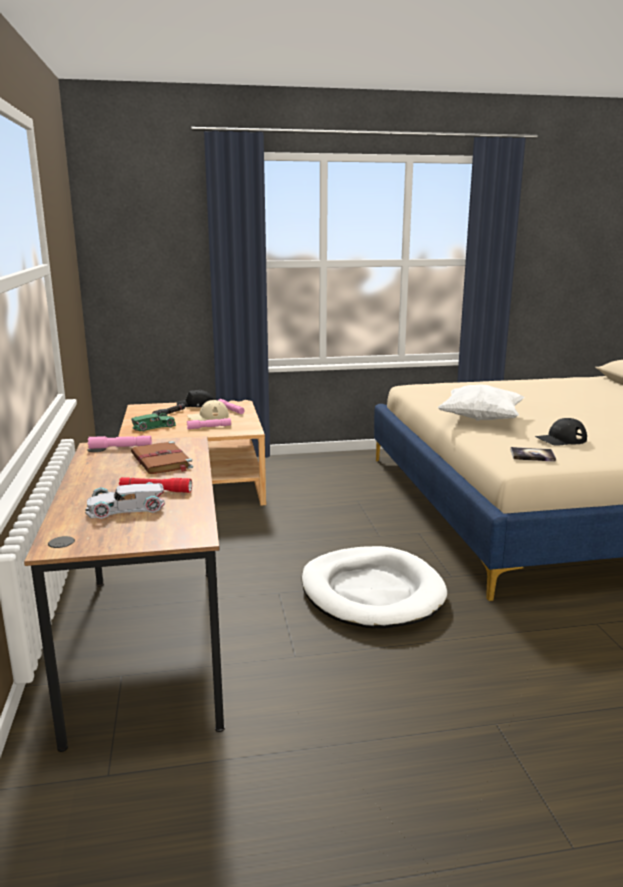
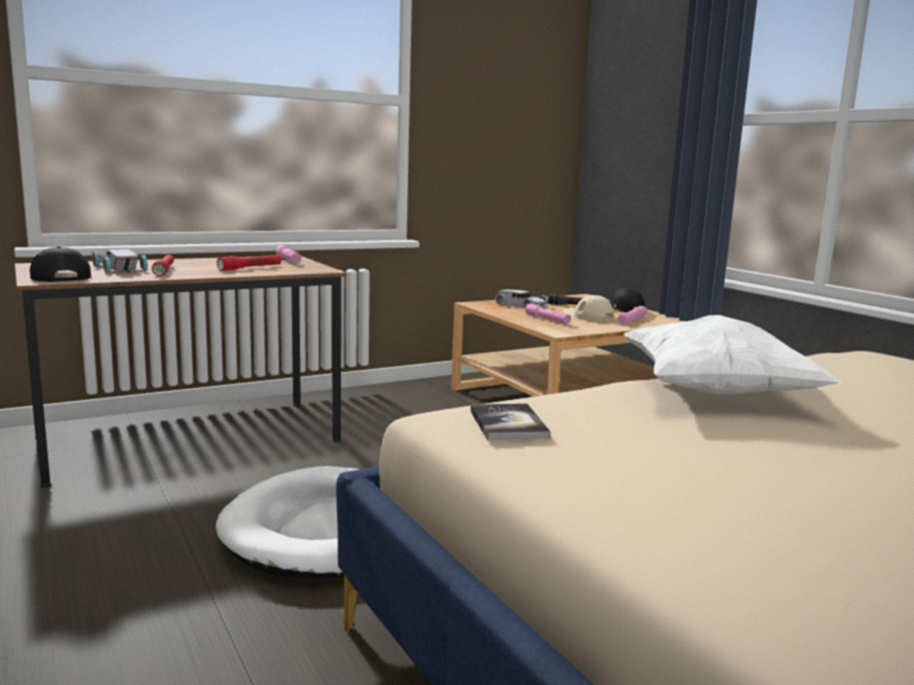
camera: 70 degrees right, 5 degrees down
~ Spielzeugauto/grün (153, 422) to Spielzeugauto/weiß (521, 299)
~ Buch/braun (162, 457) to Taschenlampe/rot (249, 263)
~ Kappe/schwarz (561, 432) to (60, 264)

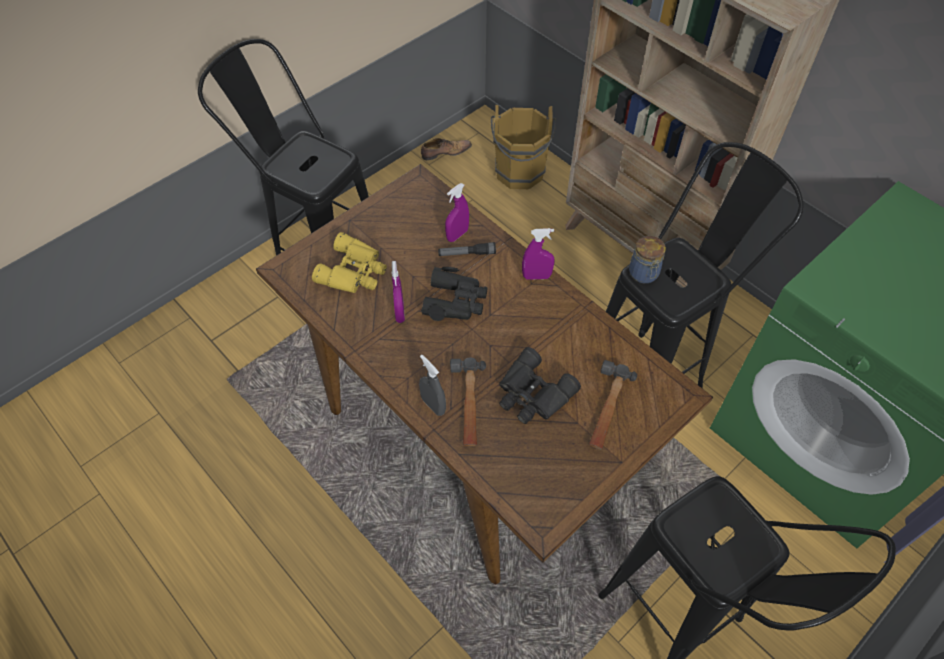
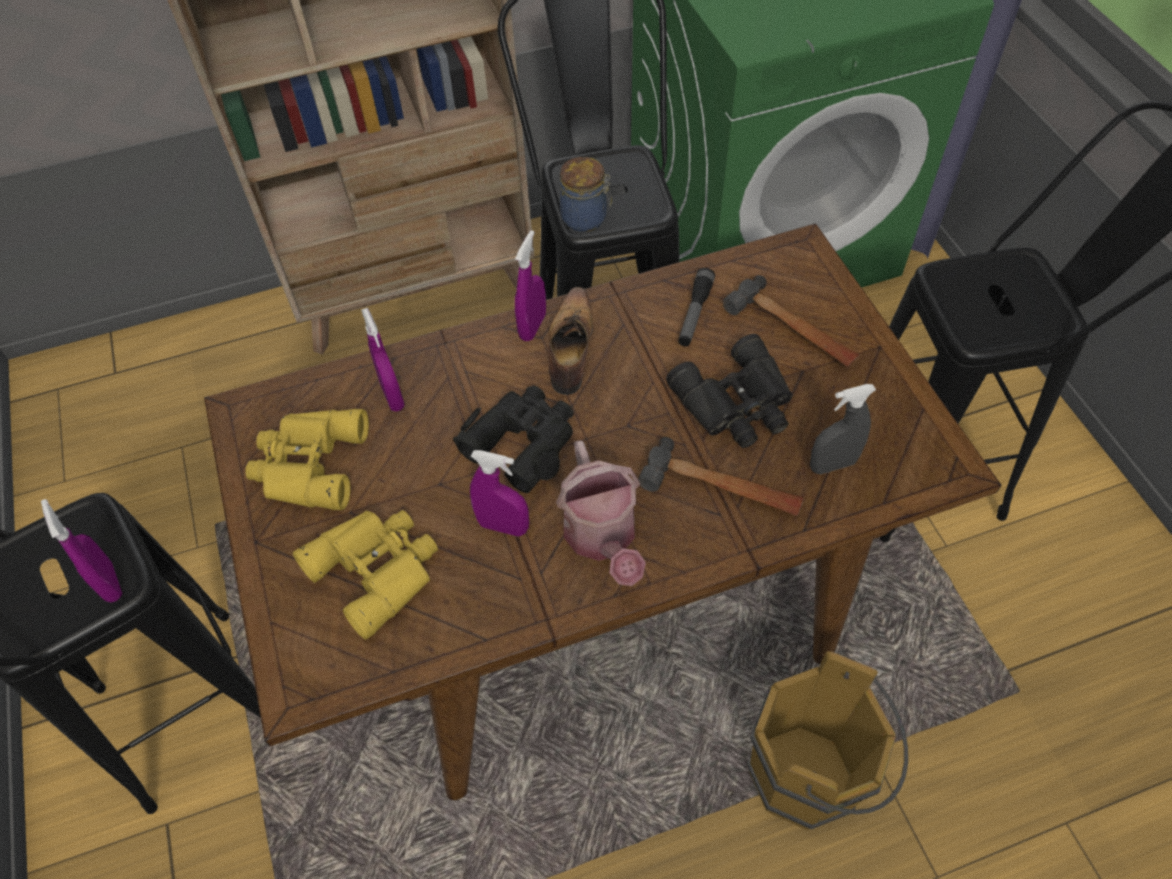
camera: 65 degrees left, 0 degrees up
~ Sprühflasche/grau (432, 385) to (843, 429)
~ Schuh (446, 149) to (570, 341)
~ Taschenlampe (467, 249) to (696, 307)
~ Eimer/braun (523, 147) to (827, 740)
+ Sprühflasche/lila (81, 551)
+ Fernglas/gelb (307, 459)
+ Gießkanne (601, 513)

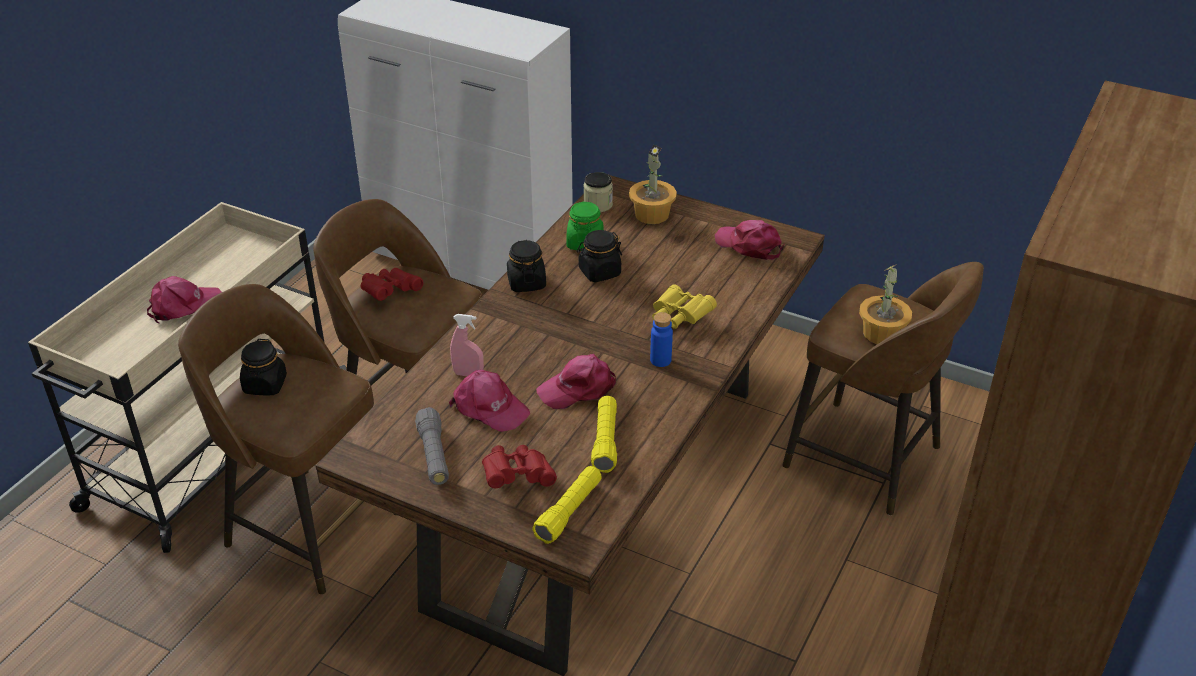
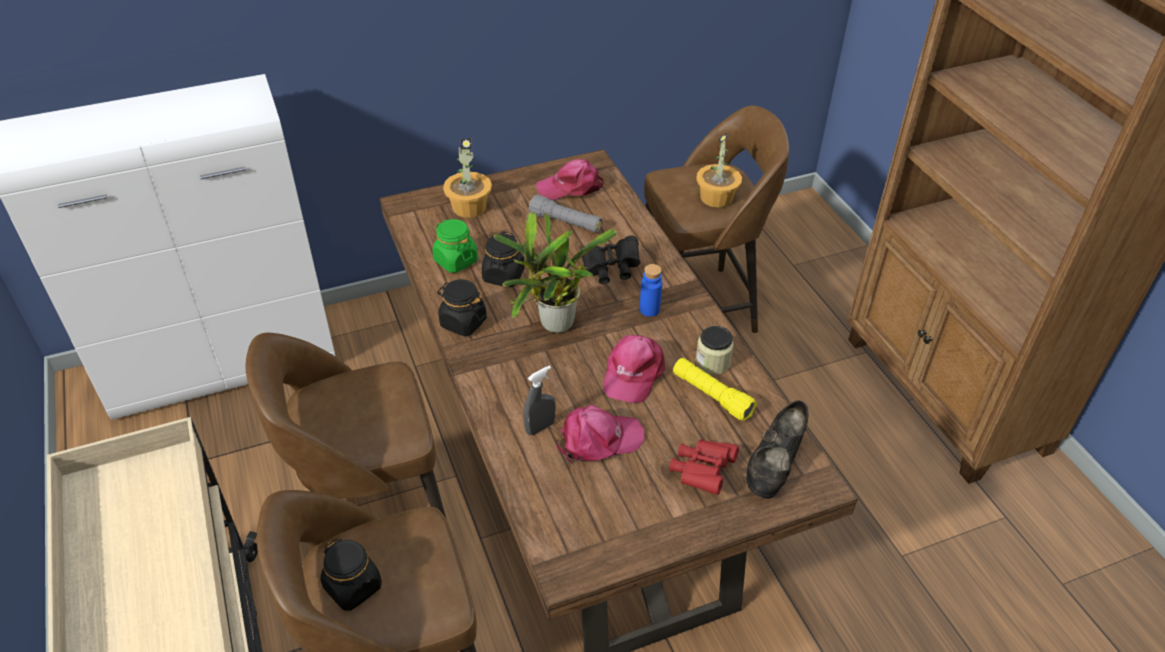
camera: 50 degrees left, 5 degrees up
- Kappe/rosa (184, 300)
- Fernglas/rot (392, 284)
~ Taschenlampe/grau (432, 446) to (565, 214)
~ Sprühflasche/rosa (467, 345) to Sprühflasche/grau (539, 400)
~ Taschenlampe/gelb (567, 505) to Schuh/schwarz (777, 450)
~ Vorratsglas (598, 192) to (714, 350)
~ Fernglas/gelb (684, 306) to Fernglas/schwarz (610, 259)
+ Topfpflanze (555, 272)

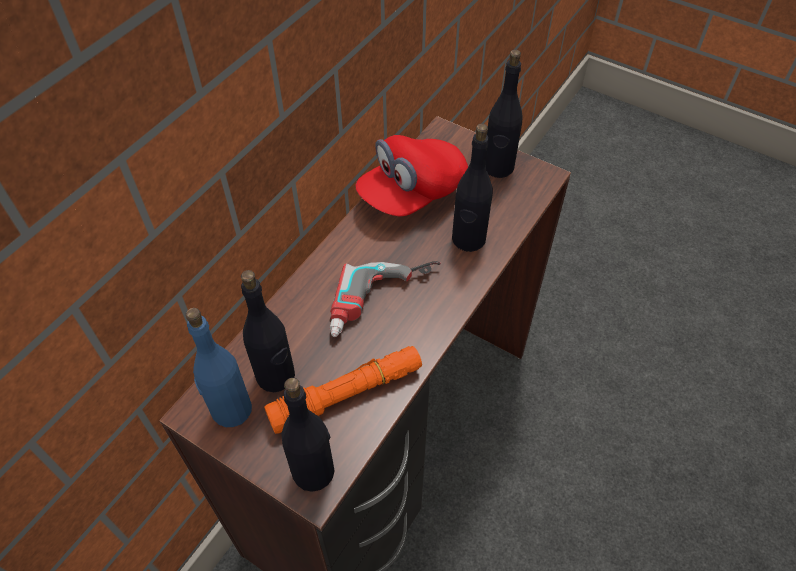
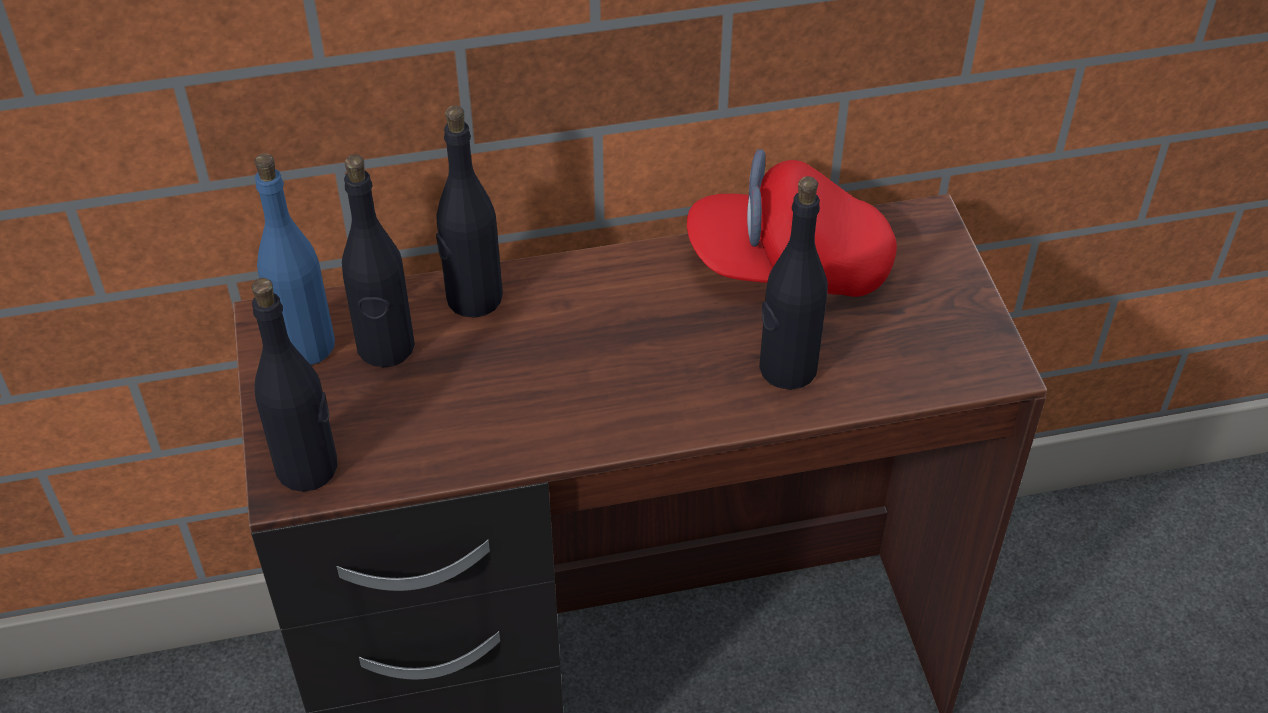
camera: 45 degrees right, 5 degrees down
- Taschenlampe/orange (343, 390)
- Bohrmaschine (385, 299)
~ Flasche/schwarz (503, 113) to (469, 211)

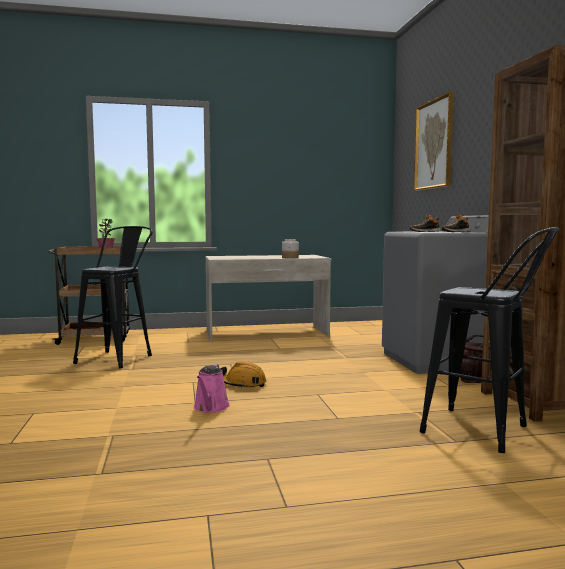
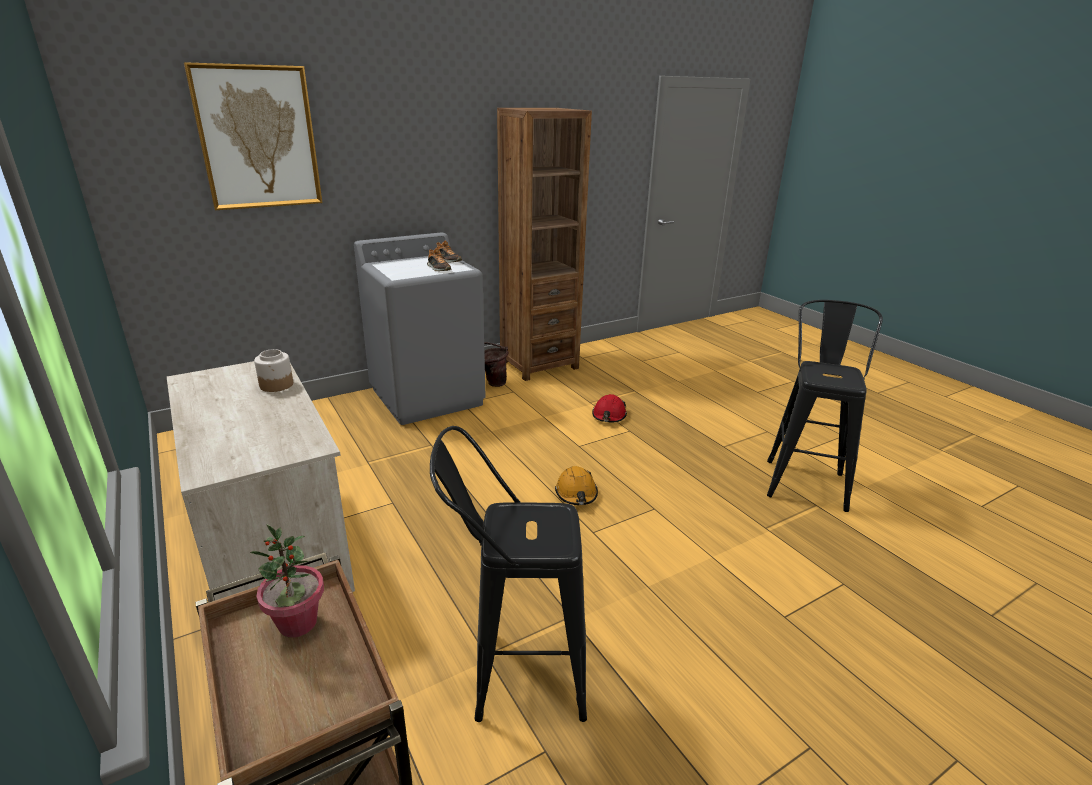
camera: 110 degrees left, 20 degrees up
- Gießkanne/rosa (212, 388)
~ Hocker/schwarz (489, 340) to (825, 406)
+ Schutzhelm/rot (609, 408)

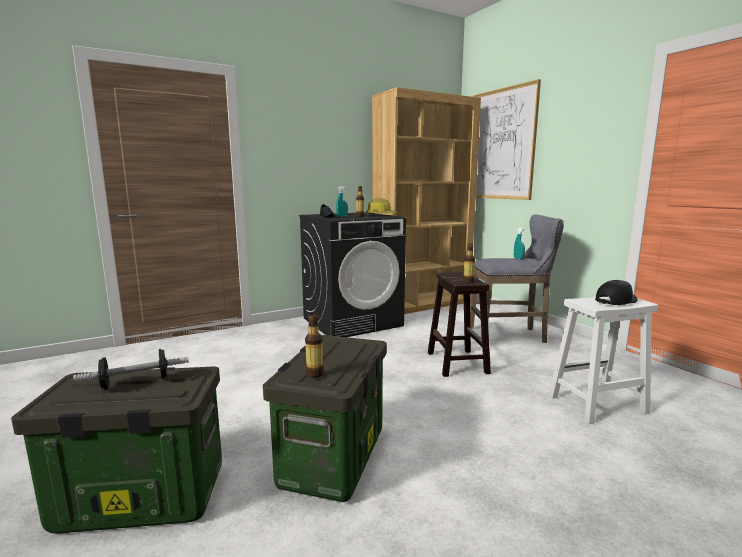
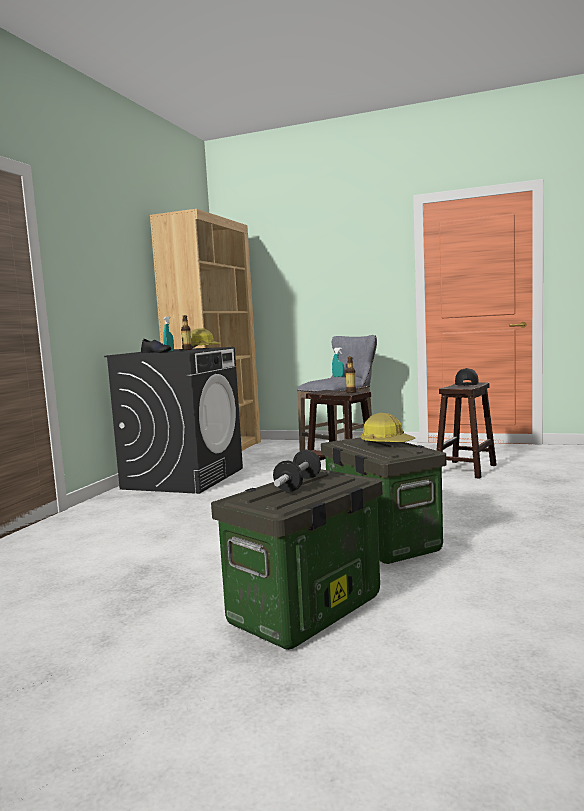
camera: 40 degrees left, 5 degrees down
- Flasche (314, 346)
- Bild (507, 139)
~ Hocker/weiß (603, 360) to Hocker/braun (466, 430)
+ Schutzhelm (387, 427)

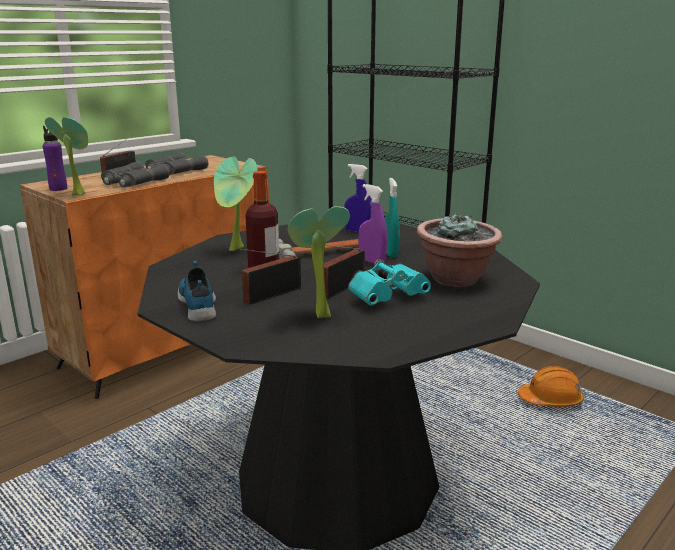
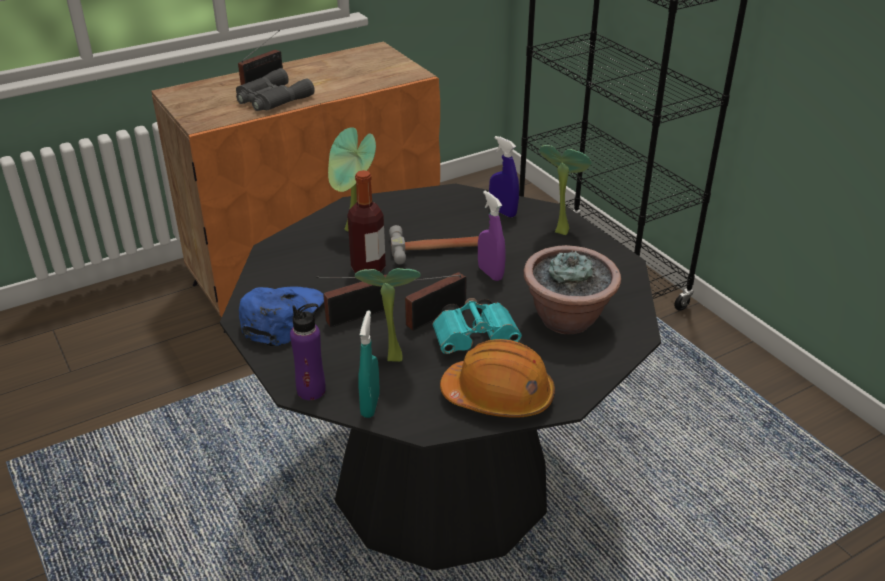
camera: 15 degrees right, 15 degrees up
~ Flasche/lila (55, 158) to (307, 351)
~ Topfpflanze (66, 156) to (565, 190)
- Fernglas/grau (176, 163)
~ Schuh (197, 291) to Kappe/blau (281, 316)
~ Sprühflasche/türkis (392, 217) to (369, 364)
~ Schutzhelm/orange (551, 386) to (497, 378)

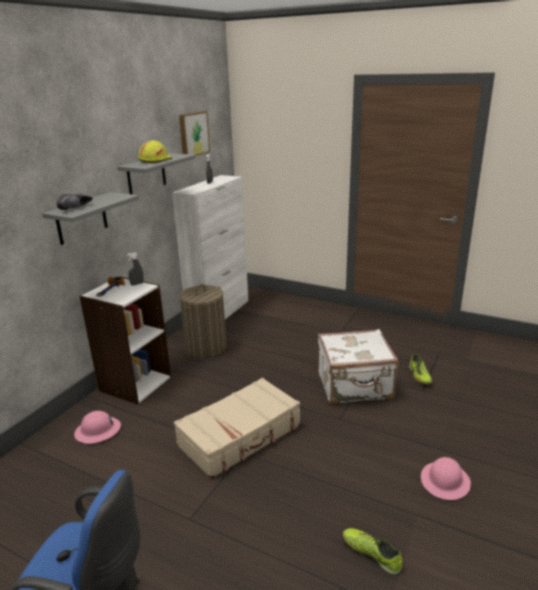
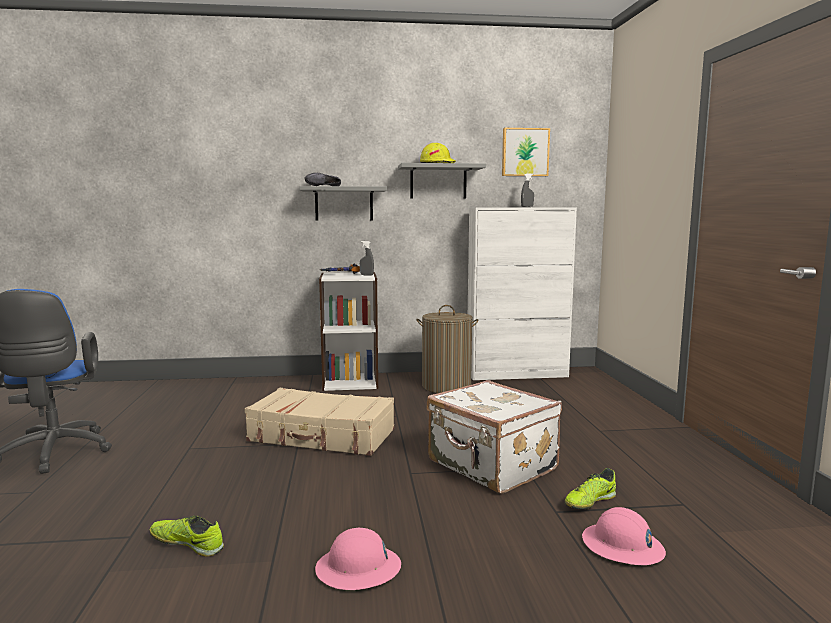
camera: 55 degrees right, 15 degrees down
~ Schutzhelm/rosa (97, 427) to (624, 536)
~ Schuh (372, 551) = (187, 536) 75 degrees counterclockwise

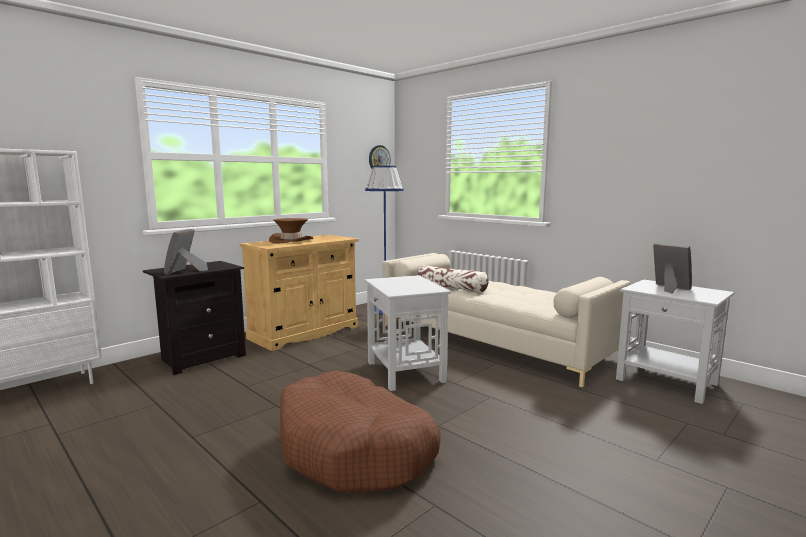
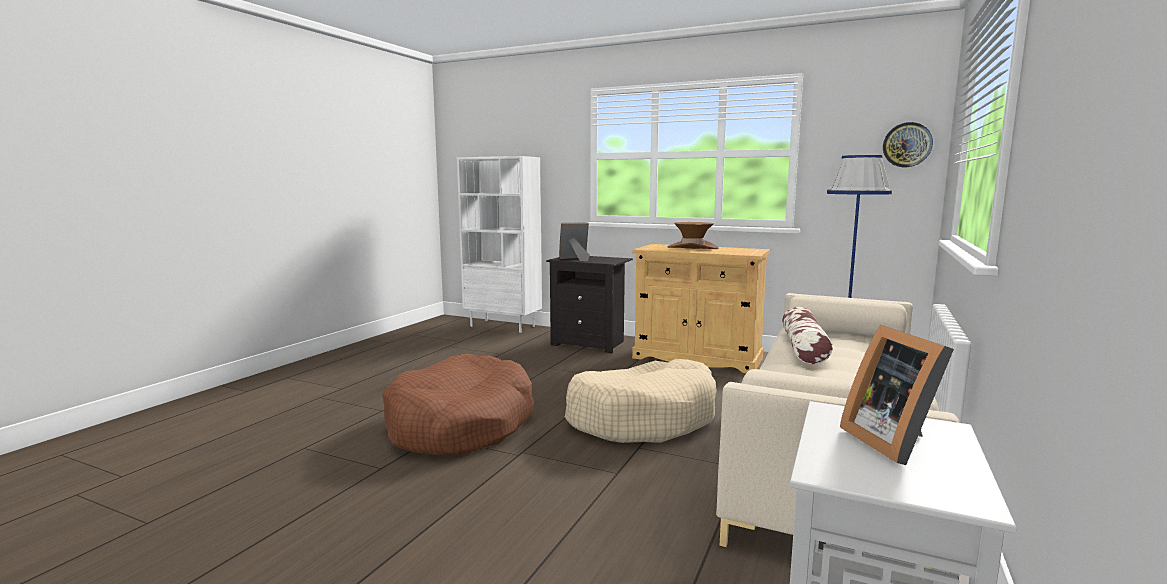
camera: 70 degrees right, 0 degrees up
~ Beistelltisch/weiß (408, 333) to Hundebett/beige (641, 401)
~ Bilderrahmen (672, 268) = (897, 395) 135 degrees clockwise

